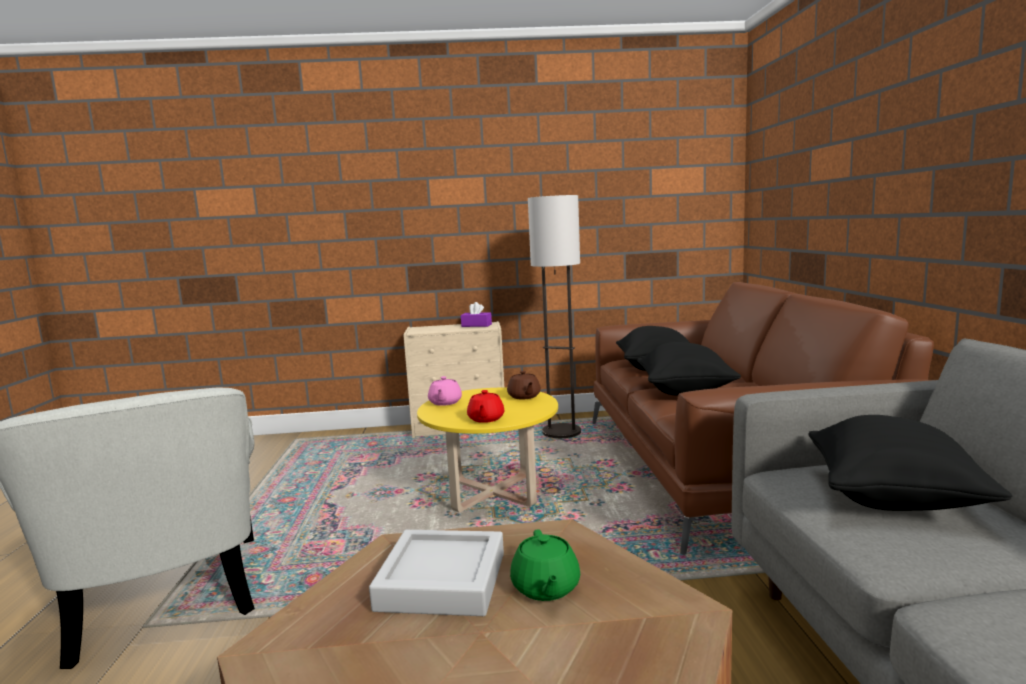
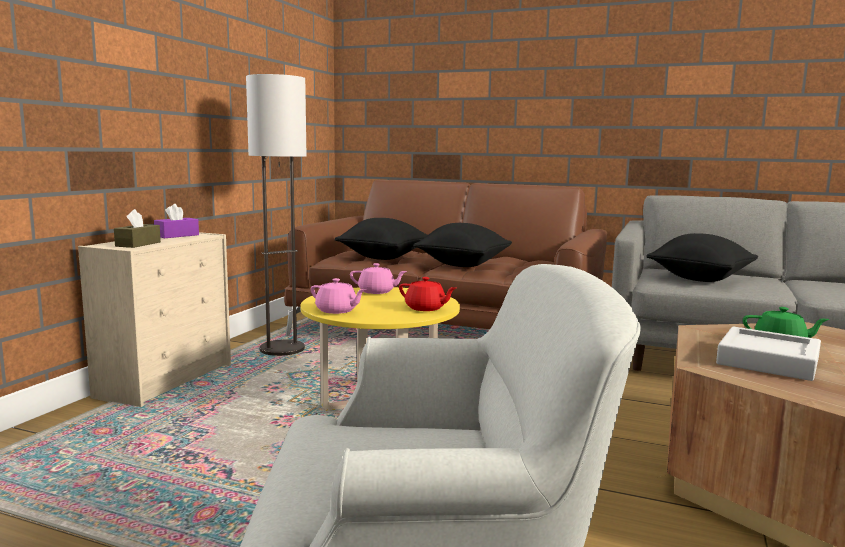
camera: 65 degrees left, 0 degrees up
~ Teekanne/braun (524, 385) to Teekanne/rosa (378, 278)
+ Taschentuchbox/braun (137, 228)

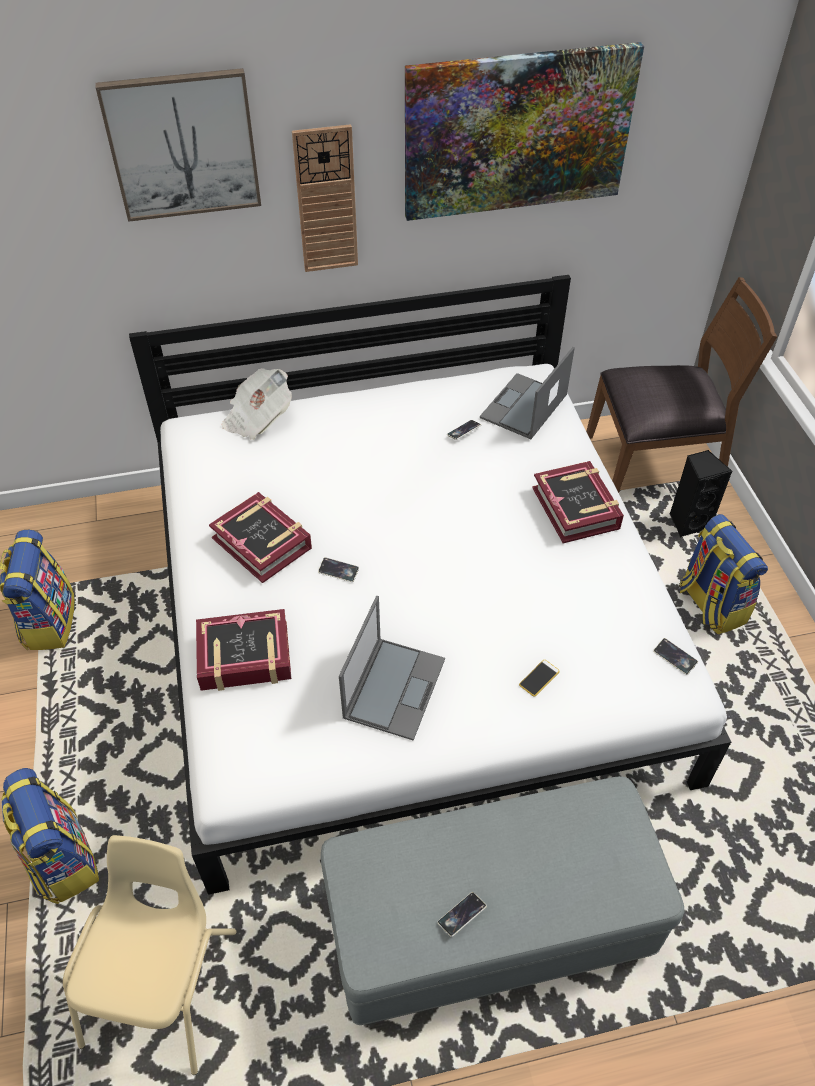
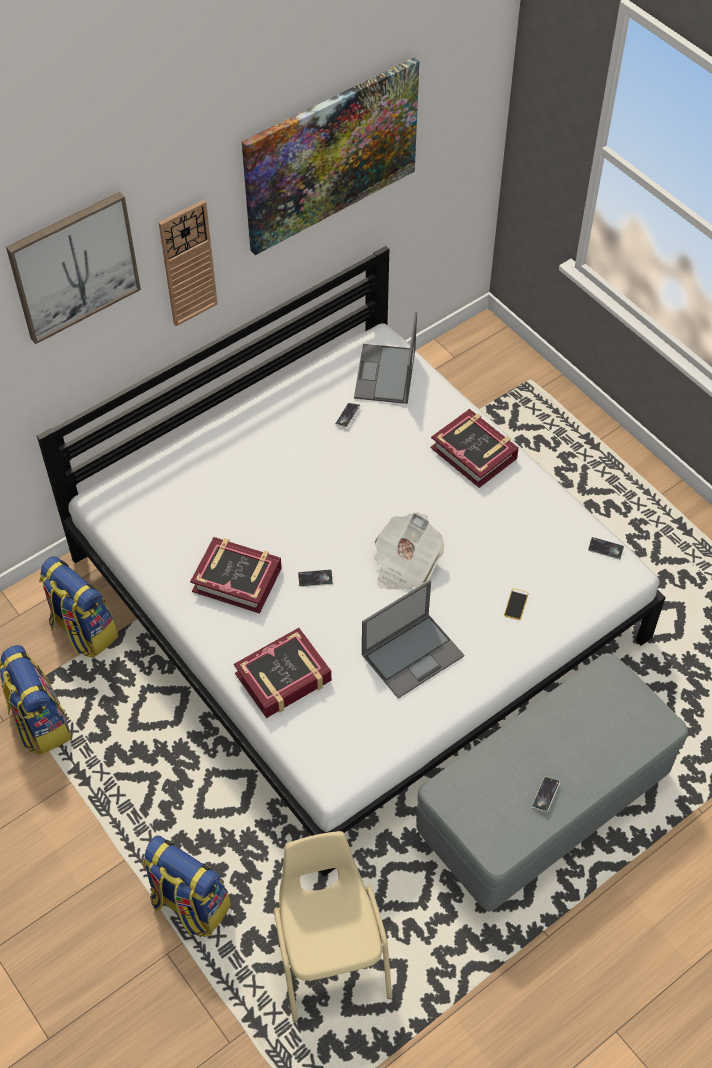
camera: 25 degrees left, 5 degrees up
~ Zeitung (256, 404) to (409, 551)
~ Laptop (392, 668) = (413, 639) 60 degrees clockwise
- Stuhl/braun (682, 385)
- Lautsprecher/schwarz (700, 494)
~ Rucksack (723, 574) to (78, 607)

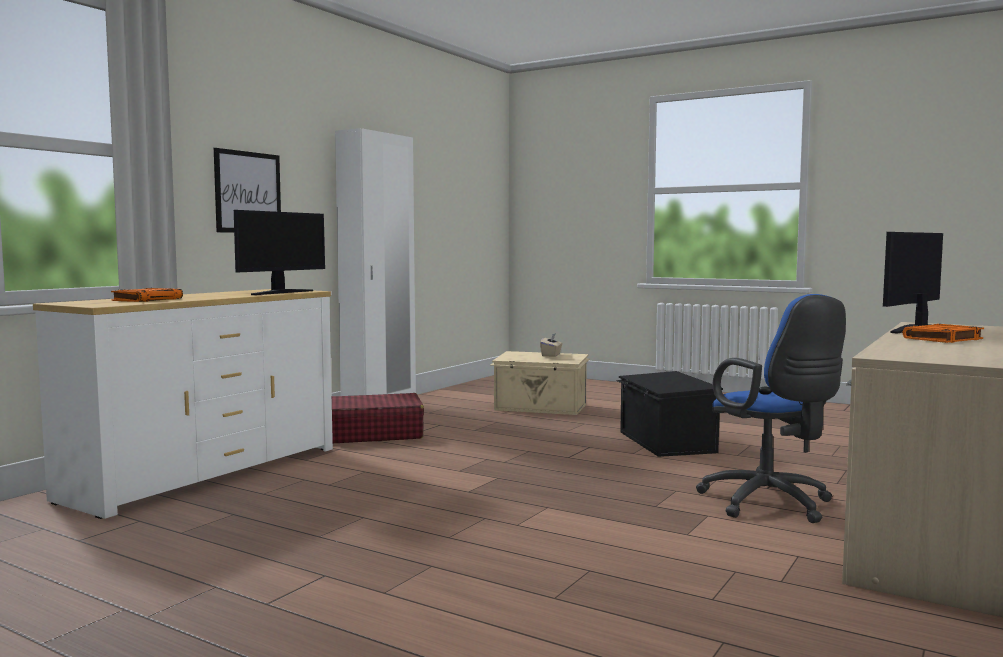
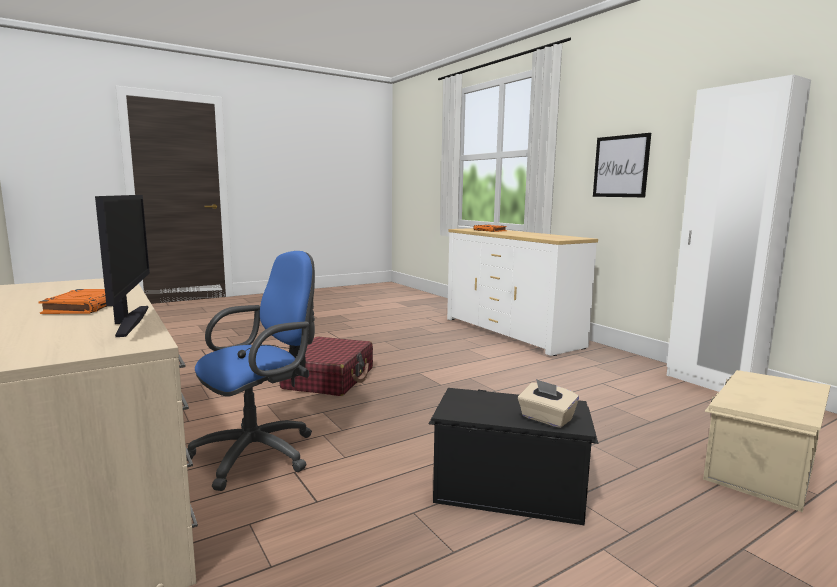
camera: 115 degrees right, 5 degrees up
- Monitor (279, 252)
~ Koffer/rot (378, 418) to (326, 366)
~ Taschentuchbox/beige (551, 345) to (548, 403)
~ Bürostuhl/blau (771, 408) = (251, 371) 135 degrees clockwise

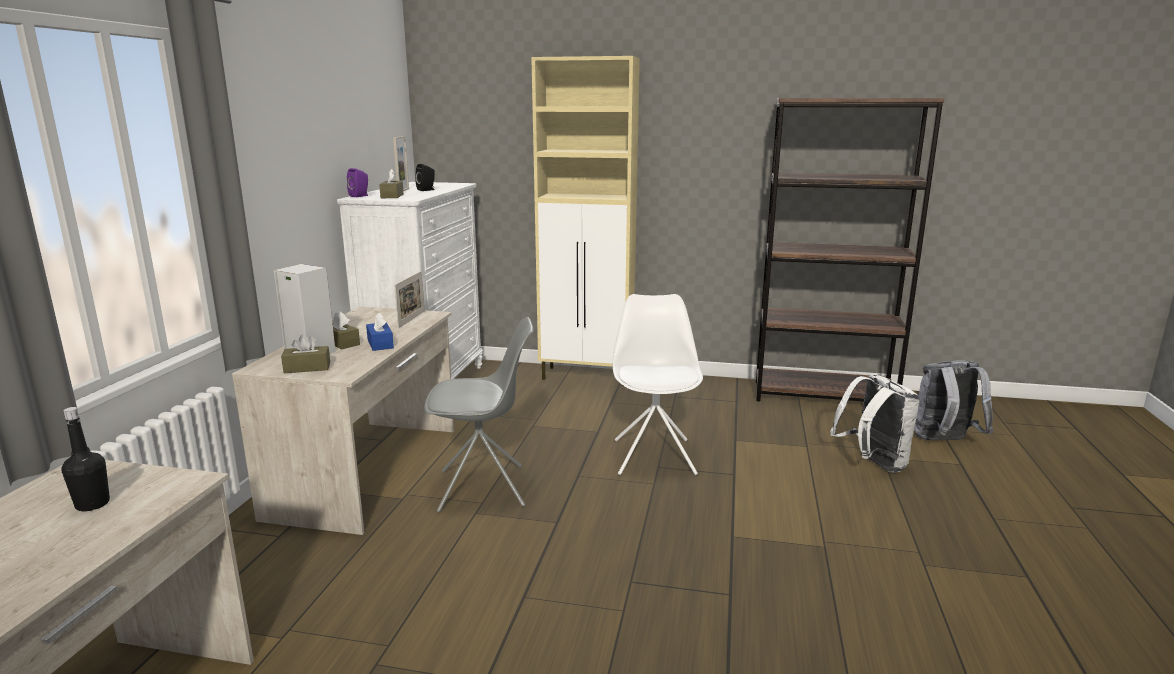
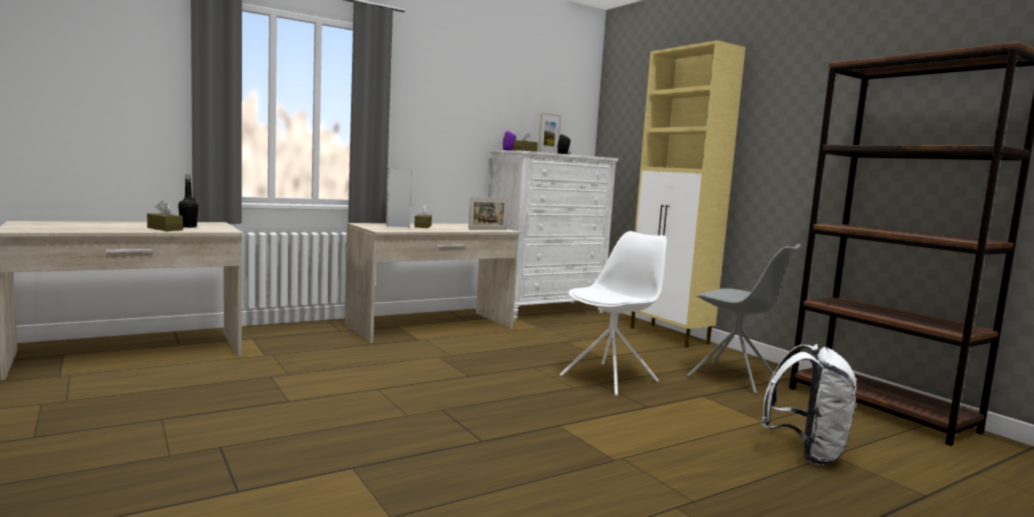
camera: 45 degrees right, 10 degrees down
~ Taschentuchbox/braun (305, 353) to (165, 216)
- Taschentuchbox/blau (380, 332)
~ Stuhl/grau (479, 414) to (744, 319)
- Rucksack/grau (953, 400)

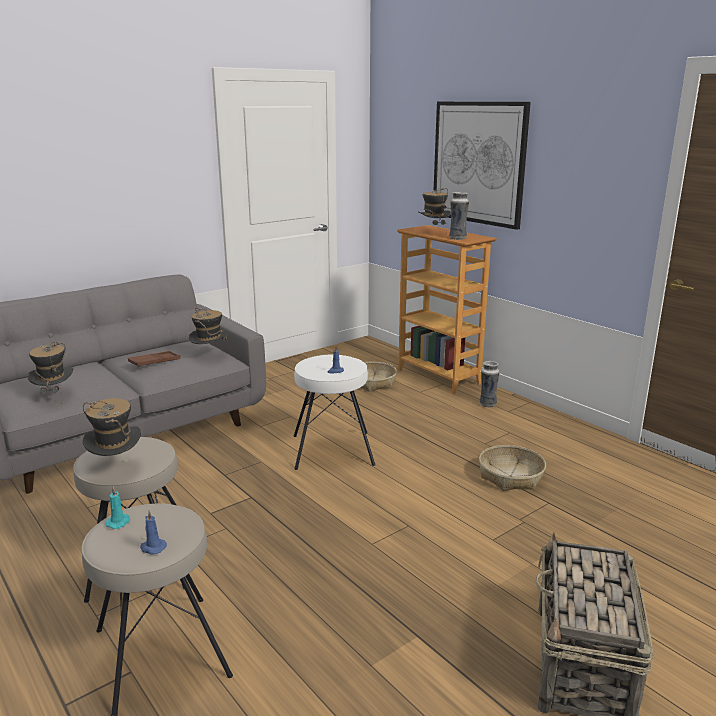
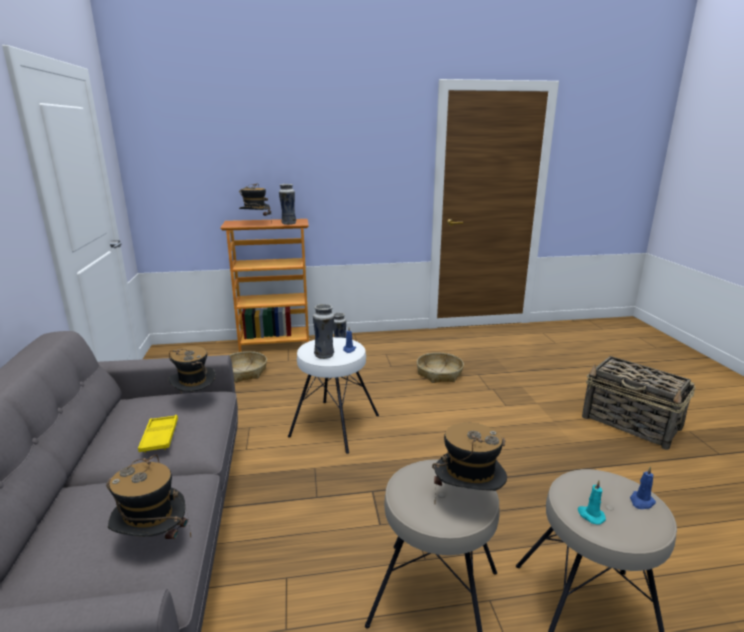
camera: 60 degrees left, 0 degrees up
~ Tablett/braun (154, 359) to Tablett/gelb (158, 434)
- Bild (482, 166)
+ Vase (323, 331)

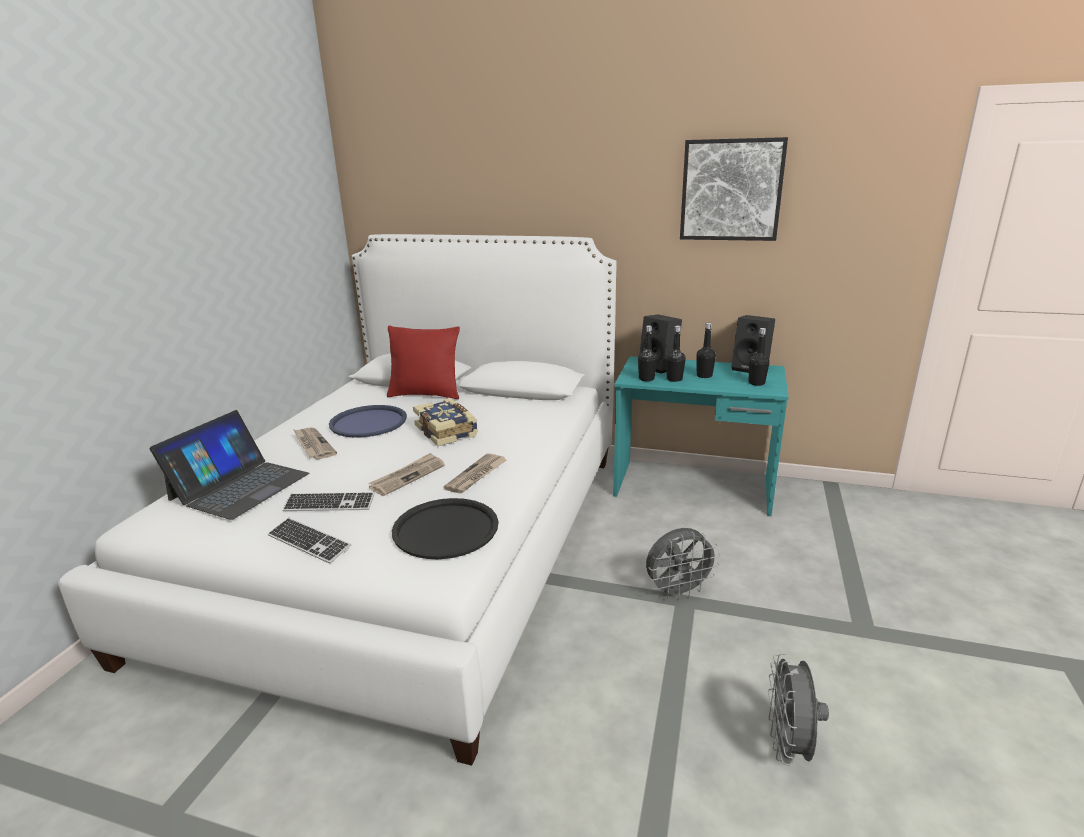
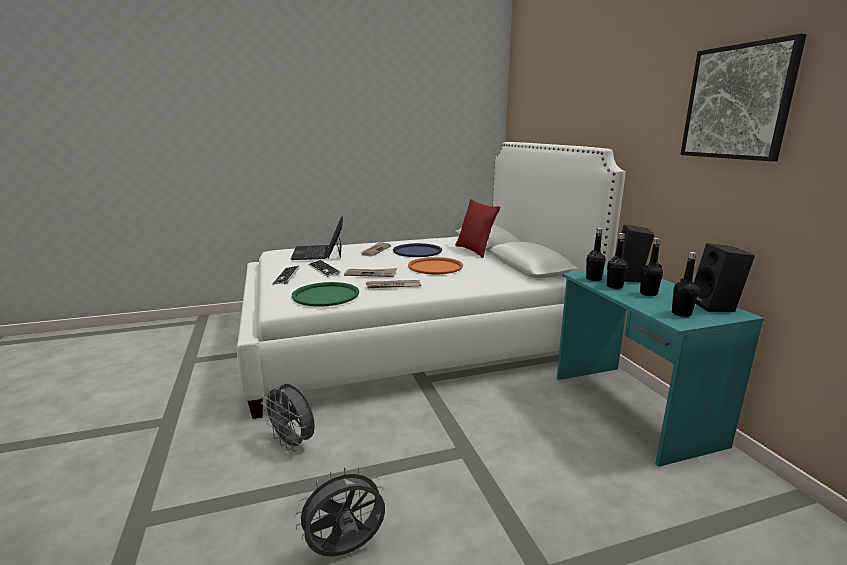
camera: 55 degrees right, 5 degrees down
~ Laptop (229, 465) = (316, 238) 90 degrees clockwise
~ Tablett/schwarz (445, 528) to Tablett/grün (325, 294)
~ Buch (445, 422) to Tablett/orange (435, 265)
~ Ventilator/grau (683, 564) to (288, 418)

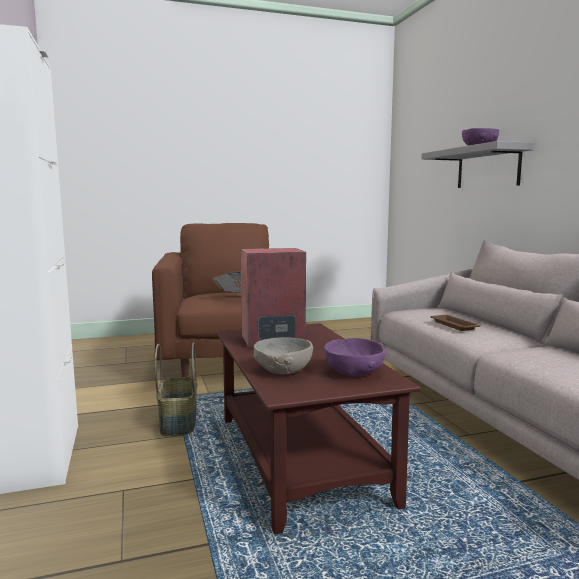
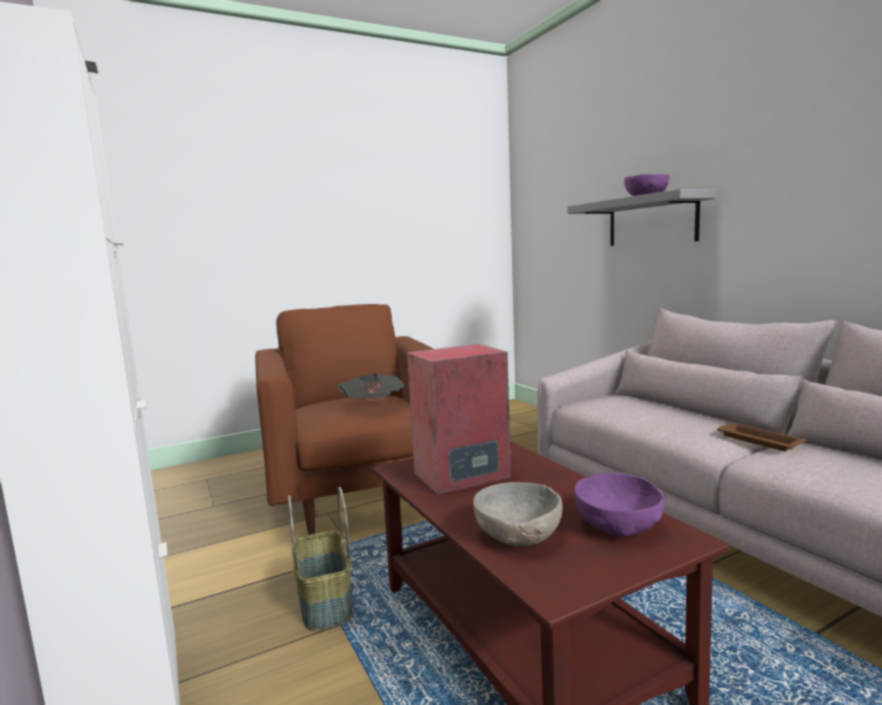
camera: 10 degrees left, 0 degrees up
~ Tablett/braun (455, 323) to (761, 437)

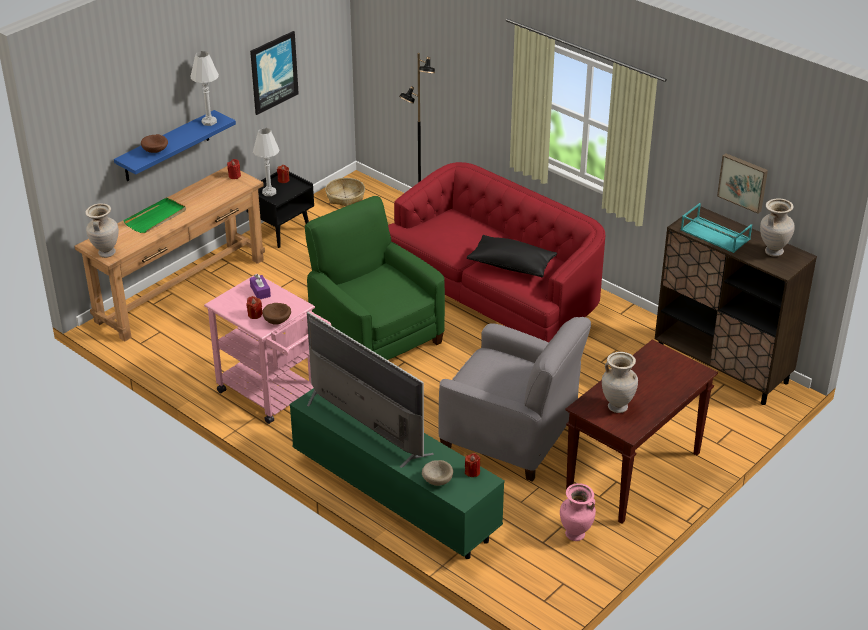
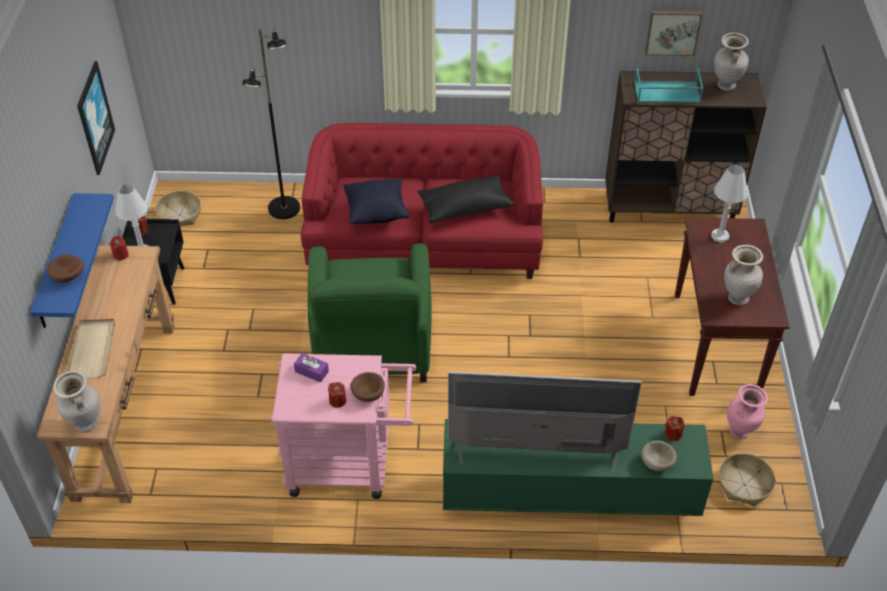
camera: 40 degrees left, 10 degrees up
~ Tablett/grün (154, 215) to Tablett/beige (89, 349)
~ Tischlampe/weiß (204, 88) to (729, 204)
~ Sessel/grün (375, 278) = (370, 312) 105 degrees counterclockwise
- Sessel/grau (515, 399)
+ Kissen/schwarz (376, 201)
+ Korb (747, 479)

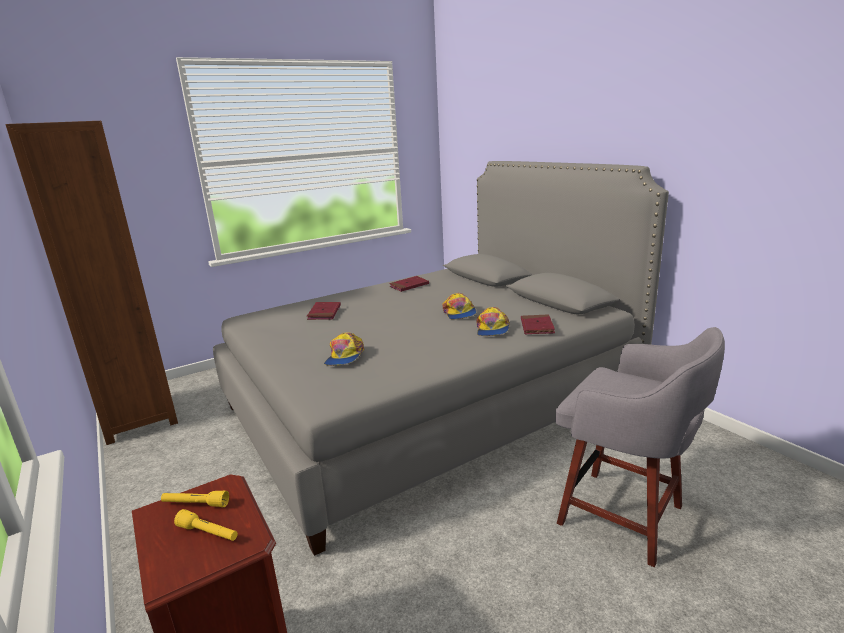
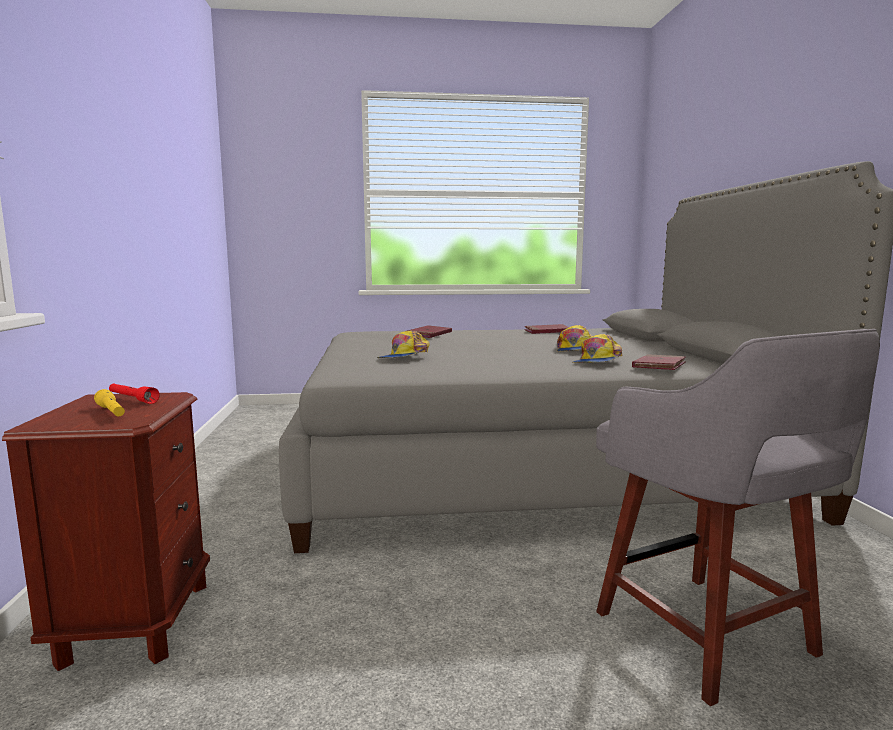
camera: 25 degrees right, 10 degrees down
- Bücherregal/braun (92, 283)
~ Taschenlampe/gelb (195, 499) to Taschenlampe/rot (134, 394)

